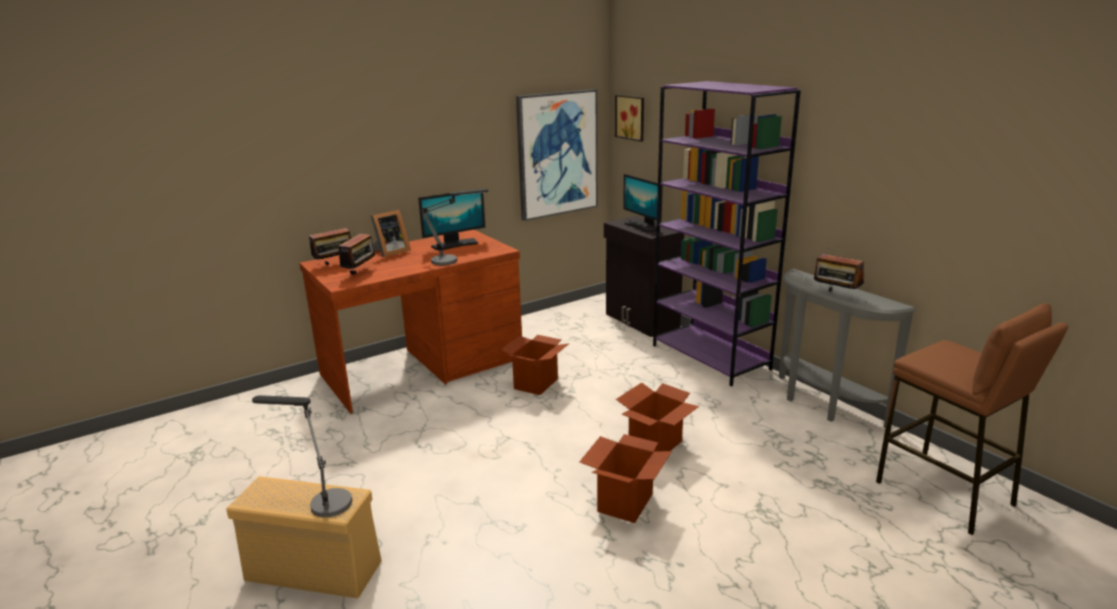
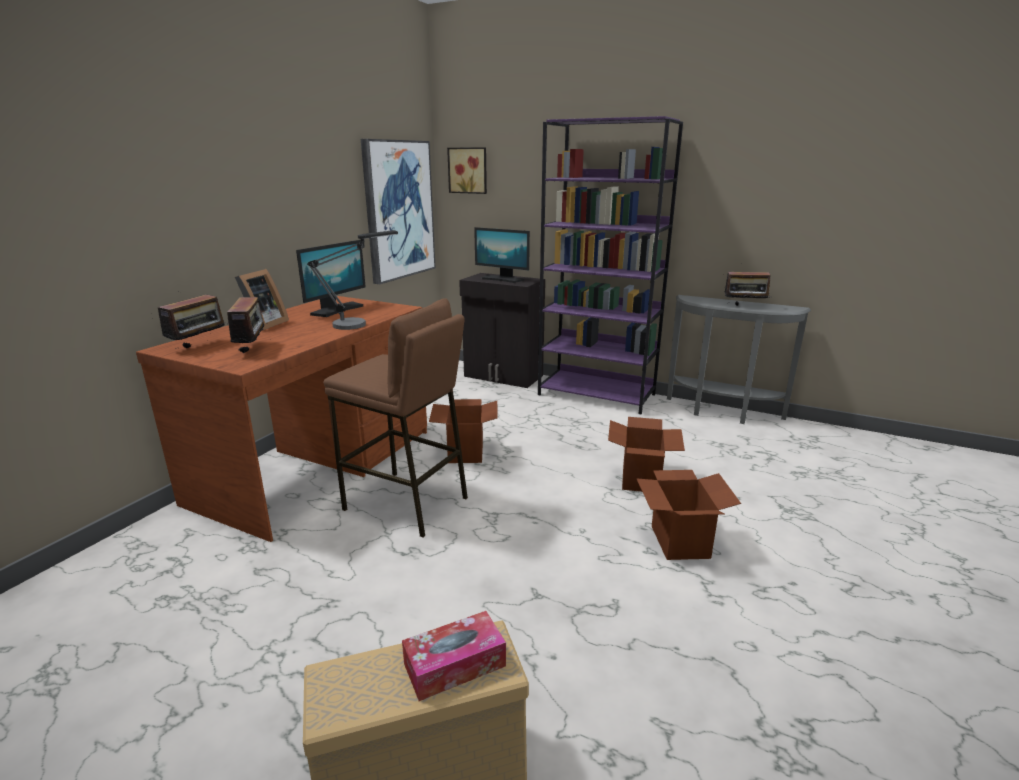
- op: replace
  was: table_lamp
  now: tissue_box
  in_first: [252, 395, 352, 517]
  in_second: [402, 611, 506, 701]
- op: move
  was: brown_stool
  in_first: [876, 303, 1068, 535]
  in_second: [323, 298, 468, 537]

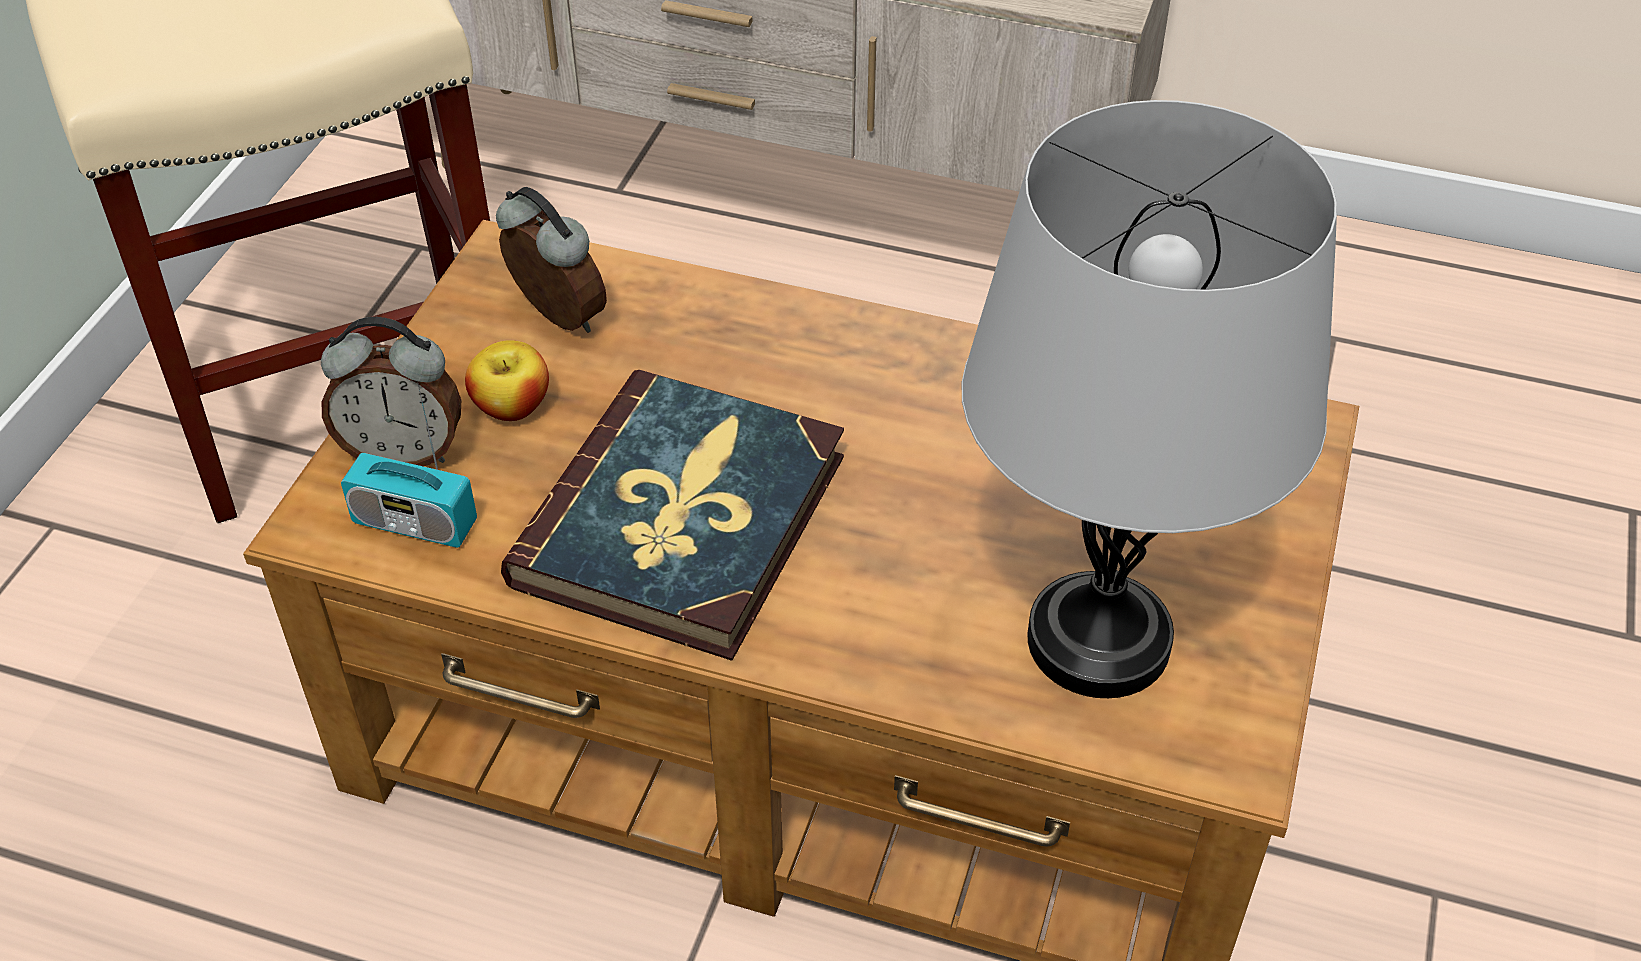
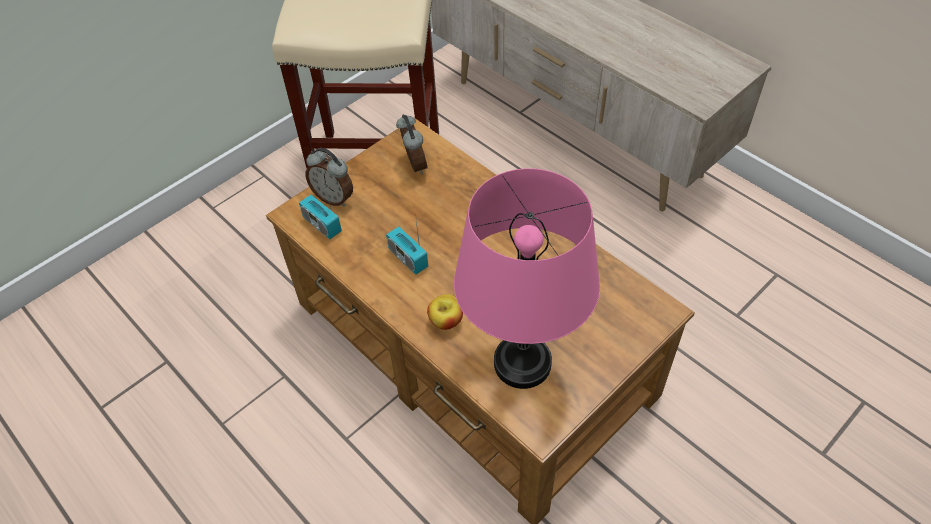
- op: move
  was: apple
  in_first: [465, 340, 549, 421]
  in_second: [427, 294, 463, 330]
- op: replace
  was: bound_book
  now: radio_receiver
  in_first: [501, 370, 844, 661]
  in_second: [386, 213, 428, 275]
- op: recolor
  was: grey_table_lamp
  now: pinkish_table_lamp
  in_first: [962, 100, 1337, 698]
  in_second: [454, 168, 600, 389]

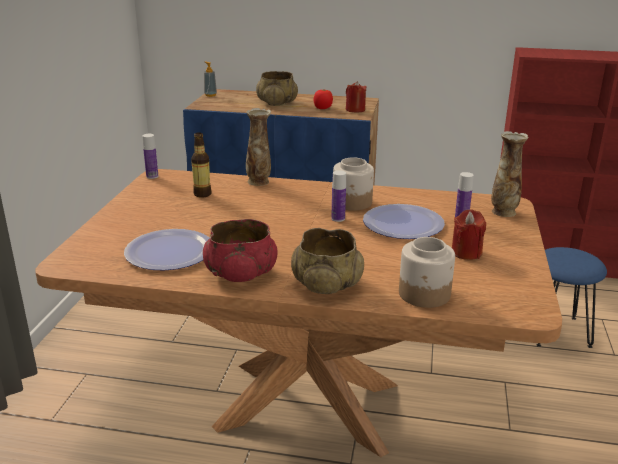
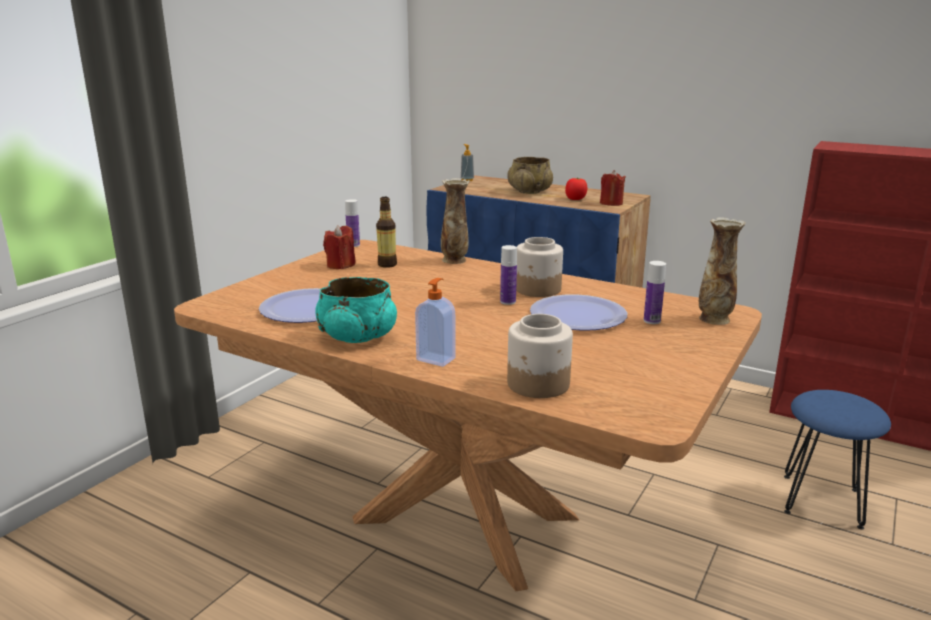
- op: recolor
  was: red_bowl
  now: turquoise_bowl
  in_first: [203, 219, 278, 282]
  in_second: [315, 277, 397, 343]
- op: replace
  was: beige-coloured_bowl
  now: liquid_soap_bottle
  in_first: [291, 228, 364, 294]
  in_second: [415, 278, 456, 367]
- op: move
  was: red_candle
  in_first: [452, 209, 486, 260]
  in_second: [323, 225, 356, 269]

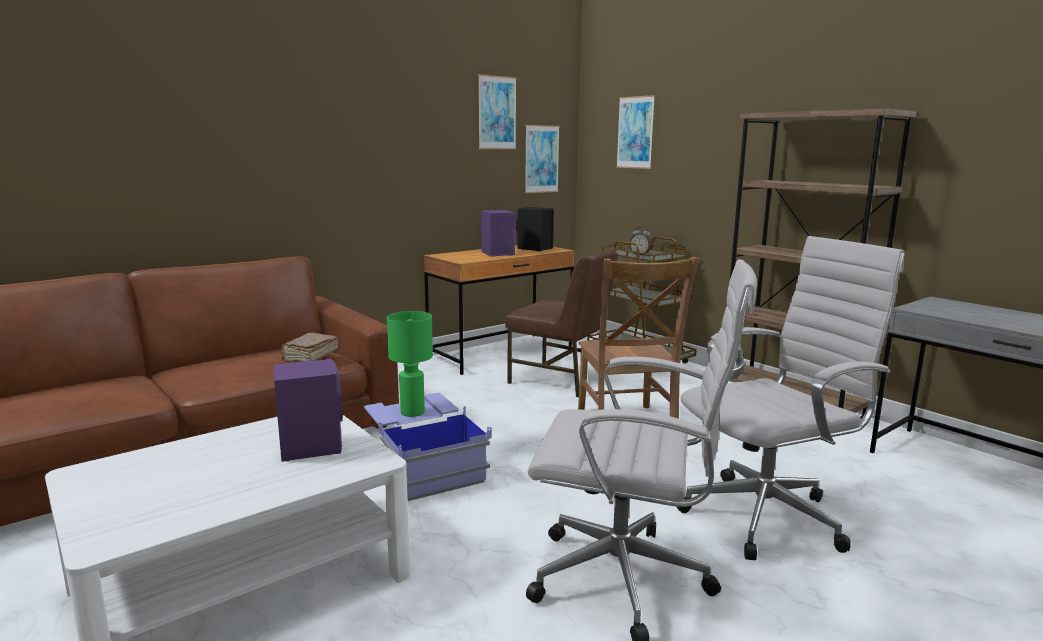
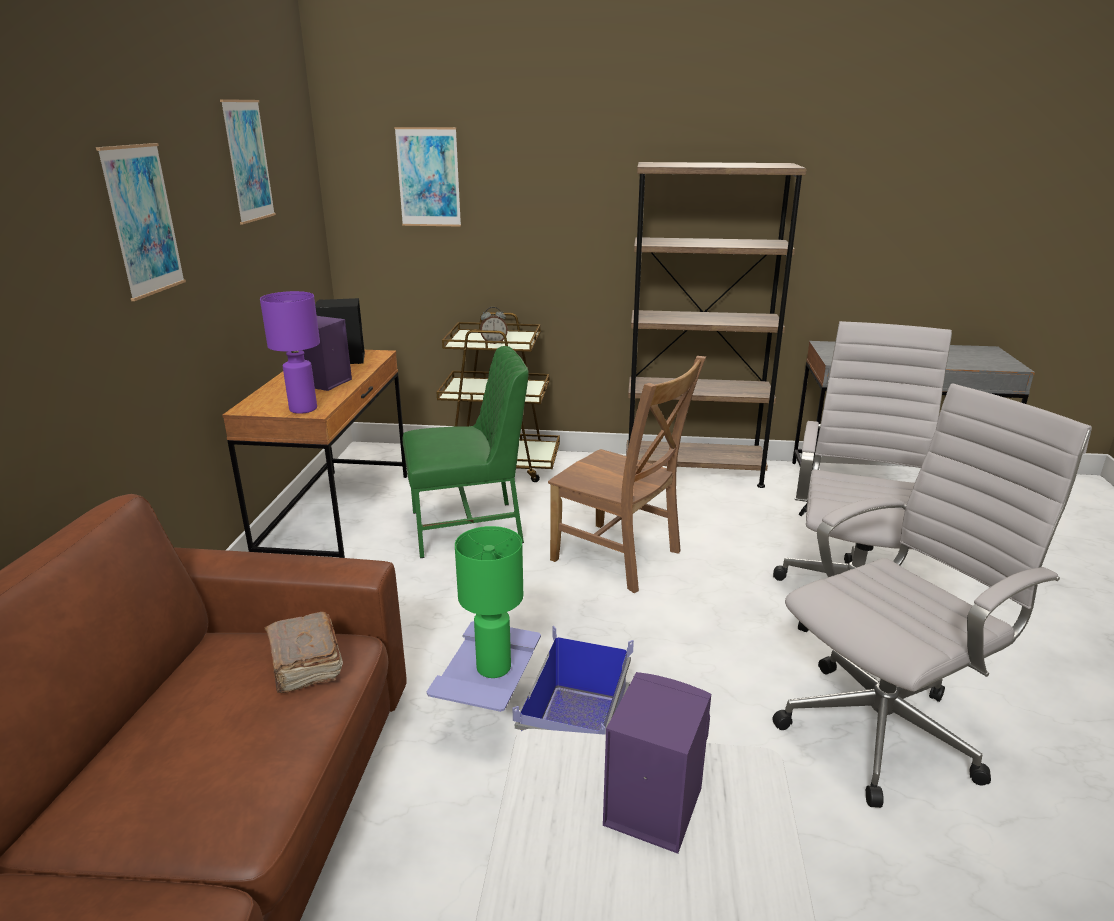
- op: recolor
  was: brown_plain_chair
  now: green_plain_chair
  in_first: [505, 247, 617, 397]
  in_second: [403, 346, 529, 558]
- op: move
  was: picture
  in_first: [525, 125, 560, 193]
  in_second: [96, 143, 186, 301]
- op: insert
  now: purplish_table_lamp
  in_second: [260, 291, 320, 414]

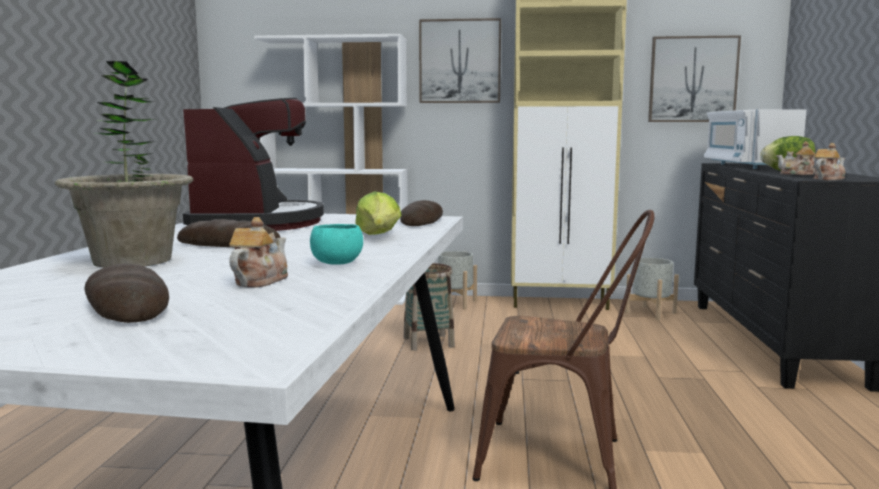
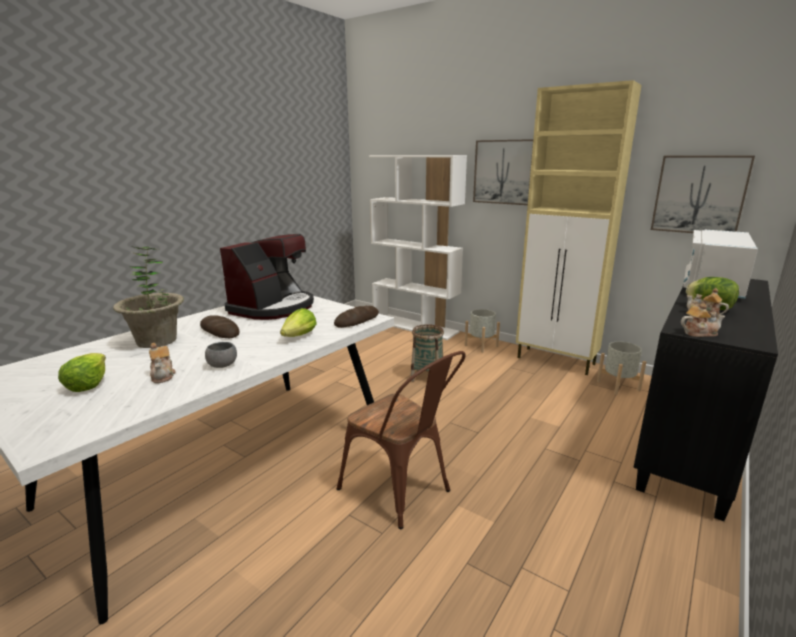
- op: replace
  was: bakery_bread
  now: lettuce
  in_first: [84, 263, 169, 323]
  in_second: [58, 353, 106, 392]
- op: rotate
  was: teapot
  in_first: [229, 217, 288, 288]
  in_second: [149, 343, 176, 383]
  clockwise: 105
- op: recolor
  was: turquoise_bowl
  now: grey_bowl
  in_first: [310, 224, 363, 265]
  in_second: [205, 342, 237, 368]

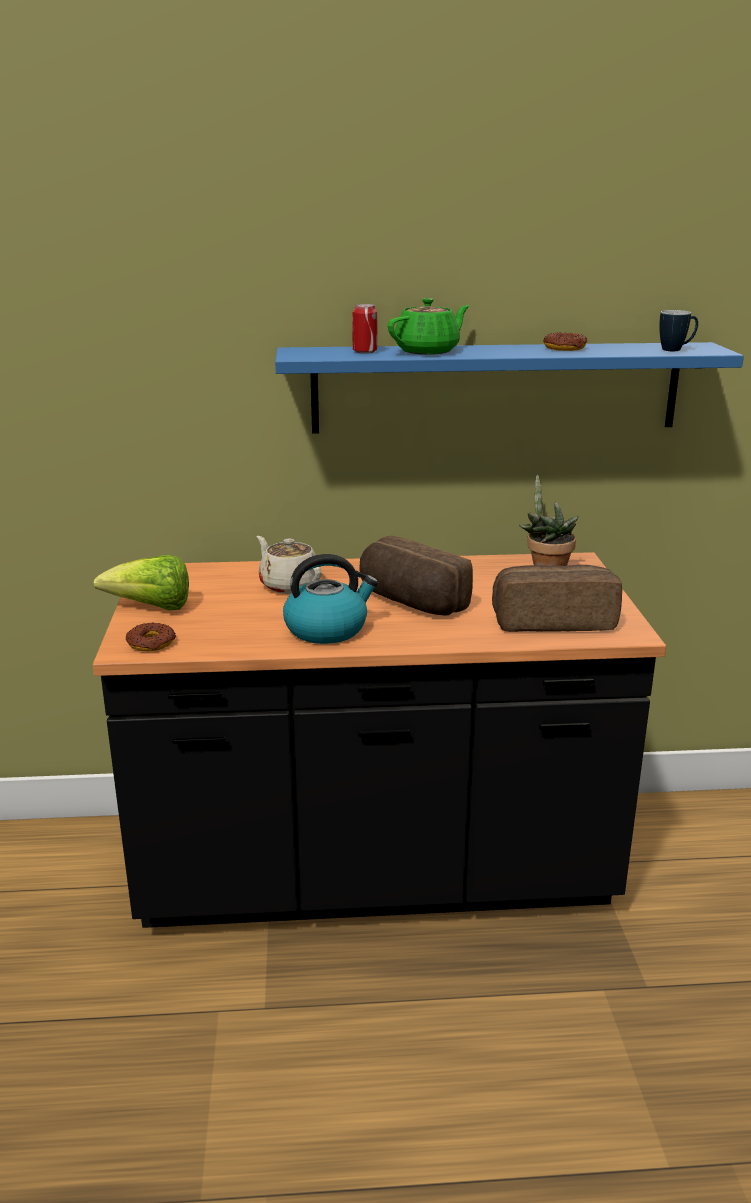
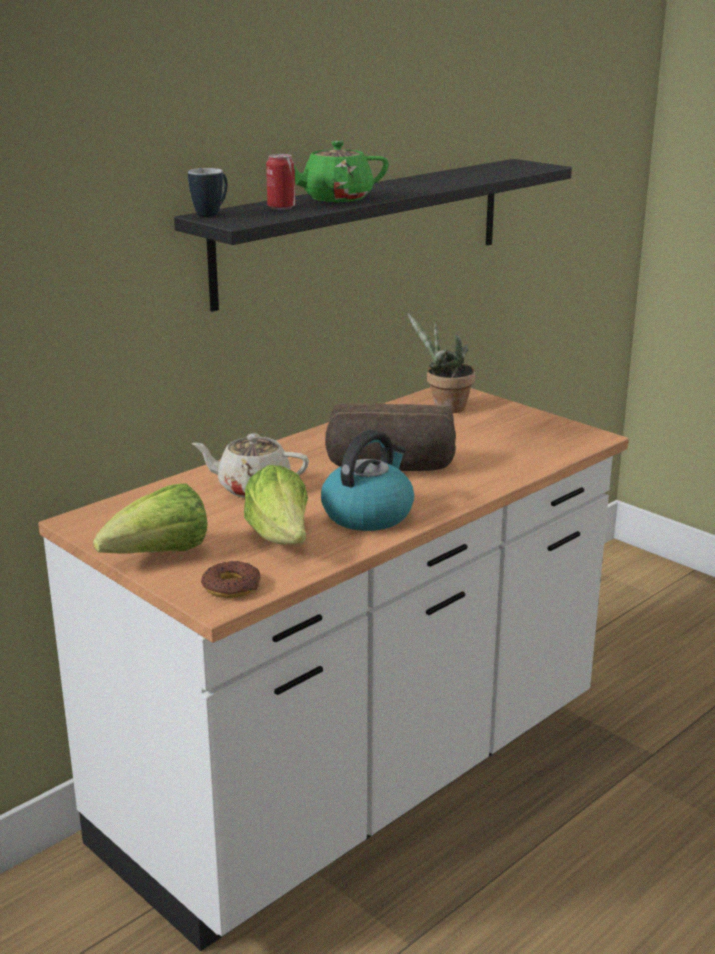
- op: recolor
  was: blackish_kitchen_counter
  now: whitish_kitchen_counter
  in_first: [93, 552, 666, 928]
  in_second: [38, 387, 629, 951]
- op: recolor
  was: bluish_bracket_shelf
  now: blackish_bracket_shelf
  in_first: [275, 342, 744, 434]
  in_second: [174, 159, 572, 312]
- op: rotate
  was: green_teapot
  in_first: [388, 298, 469, 355]
  in_second: [294, 141, 389, 202]
  clockwise: -120
- op: delete
  was: bakery_bread
  in_first: [492, 565, 622, 632]
- op: delete
  was: donut
  in_first: [543, 332, 587, 351]
- op: move
  was: coffee_mug
  in_first: [659, 310, 698, 351]
  in_second: [188, 168, 228, 217]
- op: insert
  now: lettuce
  in_second: [244, 465, 308, 545]

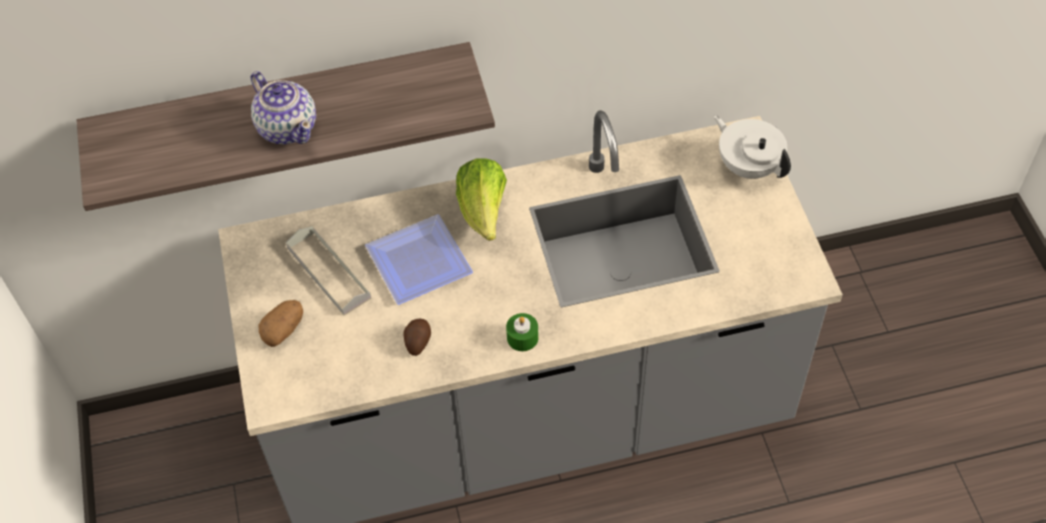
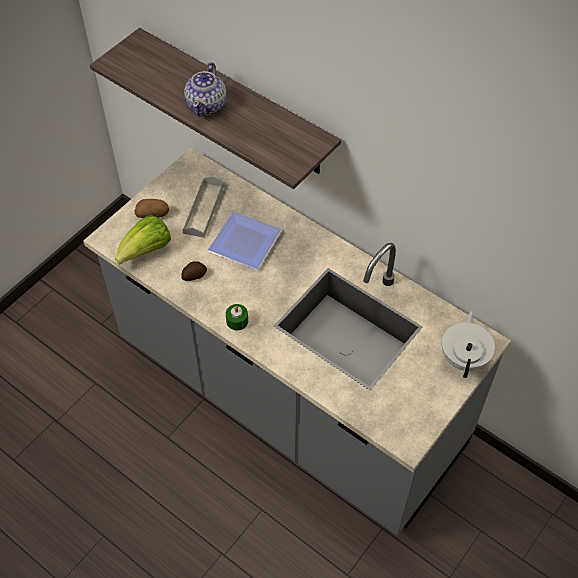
- op: move
  was: lettuce
  in_first: [456, 159, 507, 241]
  in_second: [115, 215, 171, 265]

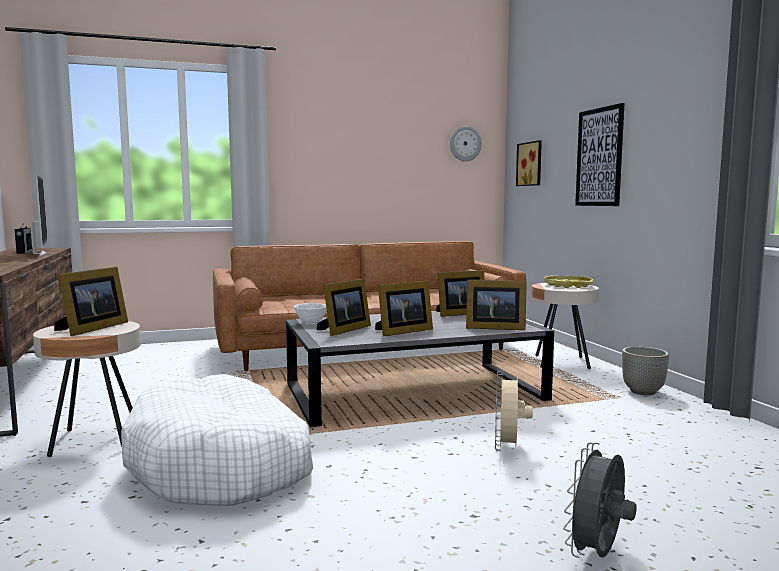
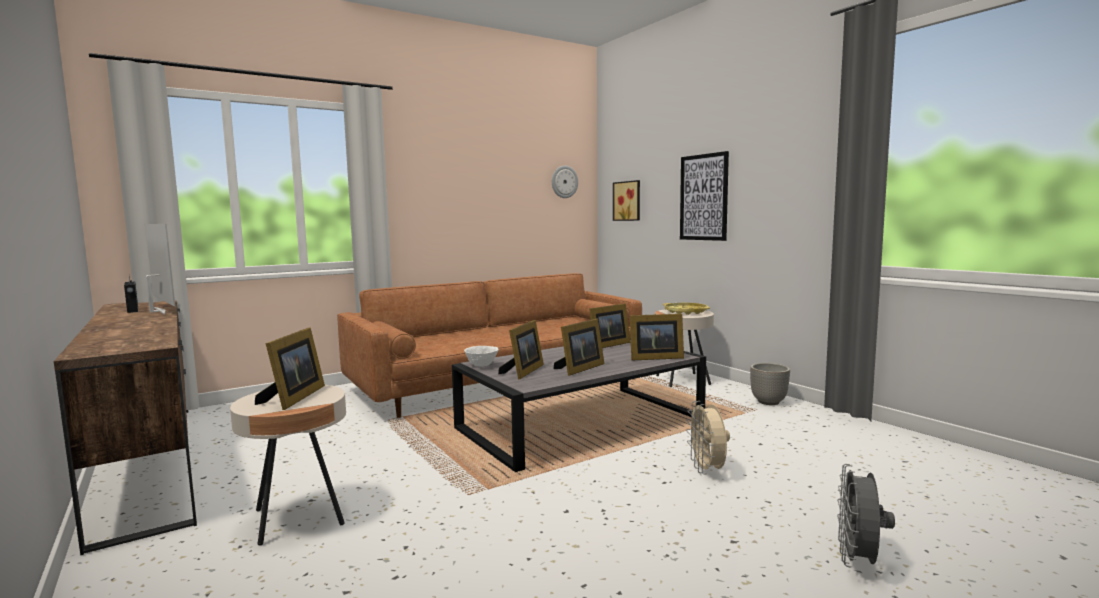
- op: delete
  was: whitish_dog_bed
  in_first: [121, 374, 313, 506]

